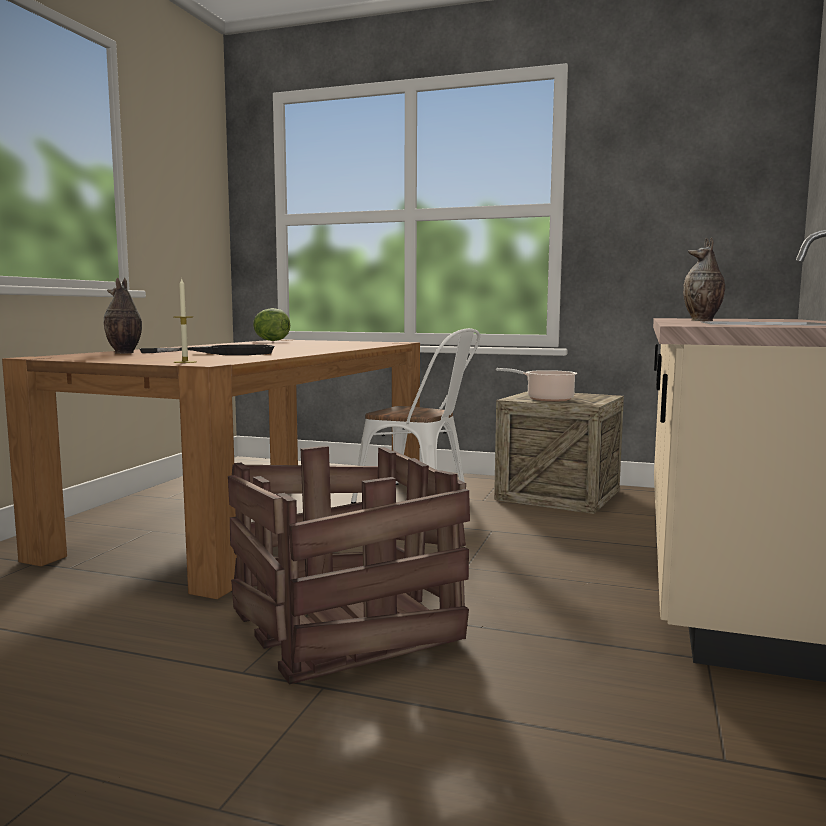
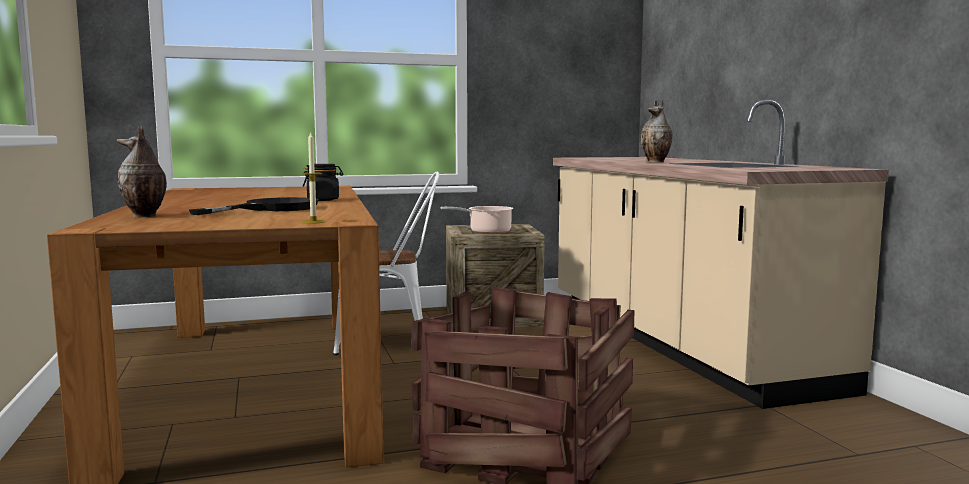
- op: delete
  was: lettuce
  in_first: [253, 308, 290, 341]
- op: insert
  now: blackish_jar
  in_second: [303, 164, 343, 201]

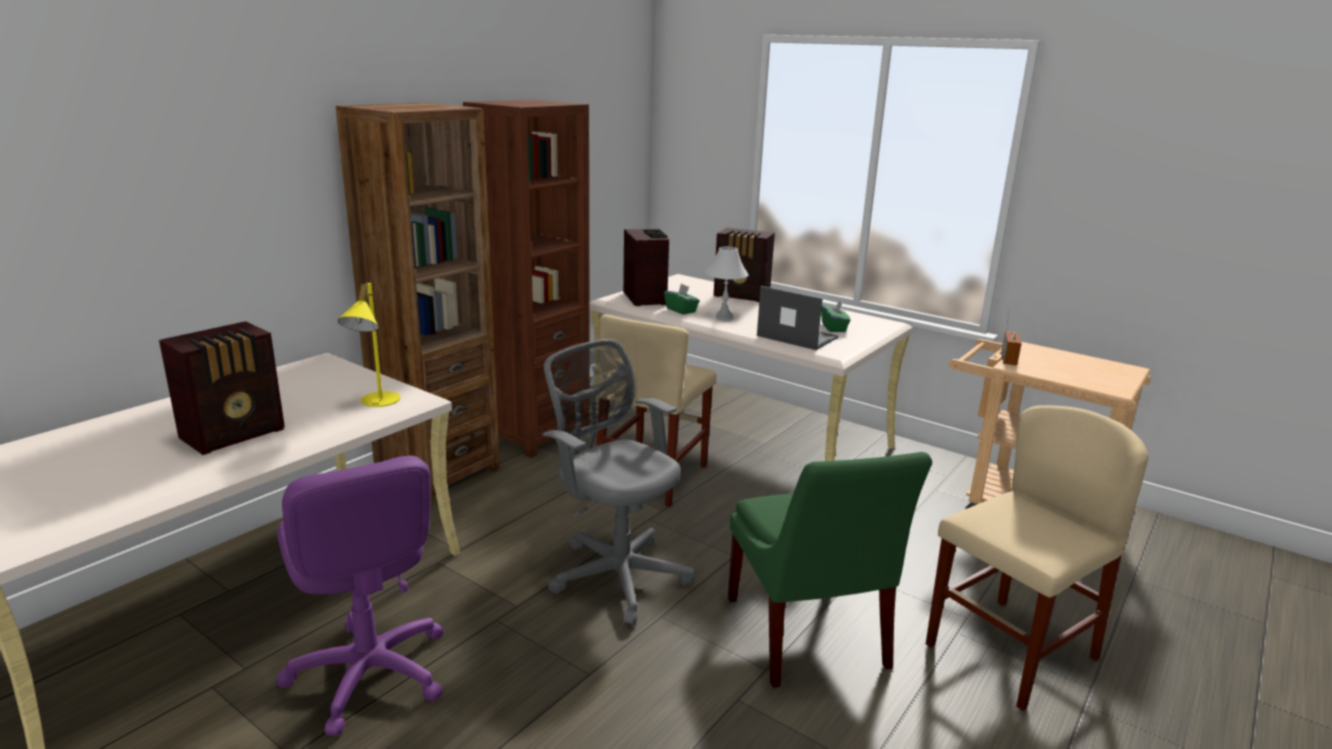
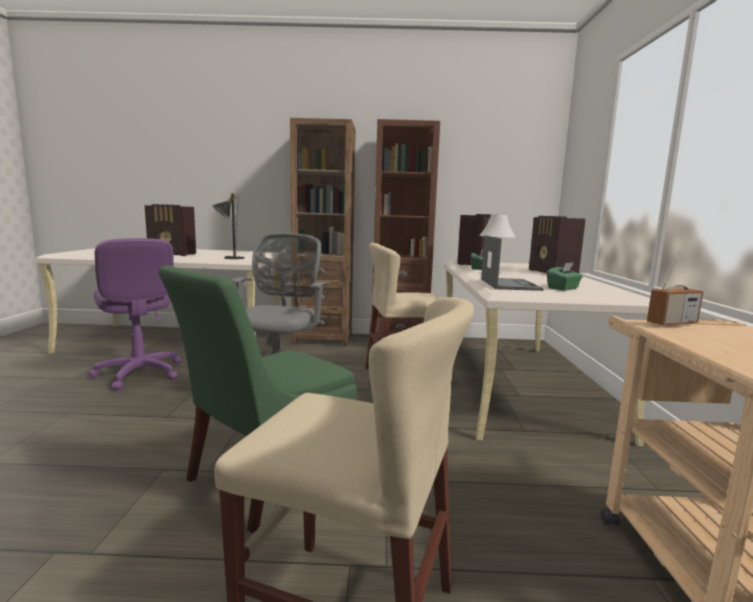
- op: rotate
  was: purplish_desk_chair
  in_first: [276, 455, 444, 736]
  in_second: [88, 238, 182, 390]
  clockwise: -60
- op: recolor
  was: yellow_table_lamp
  now: blackish_table_lamp
  in_first: [337, 282, 401, 407]
  in_second: [212, 193, 245, 259]

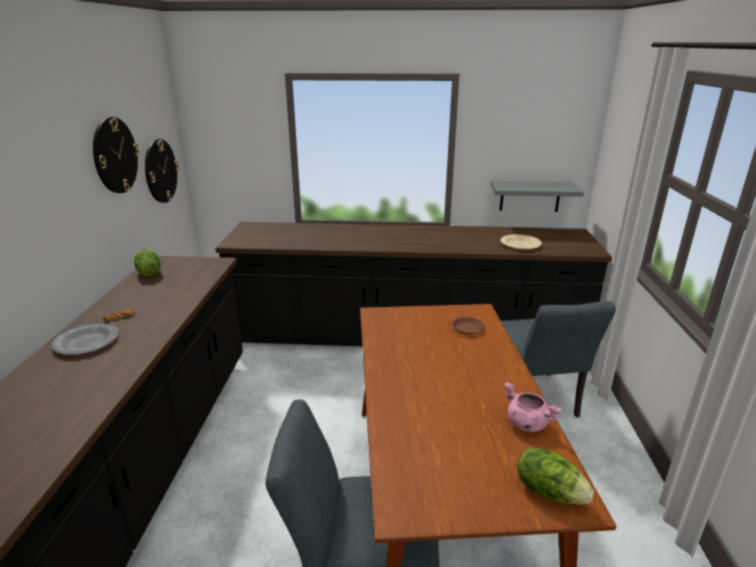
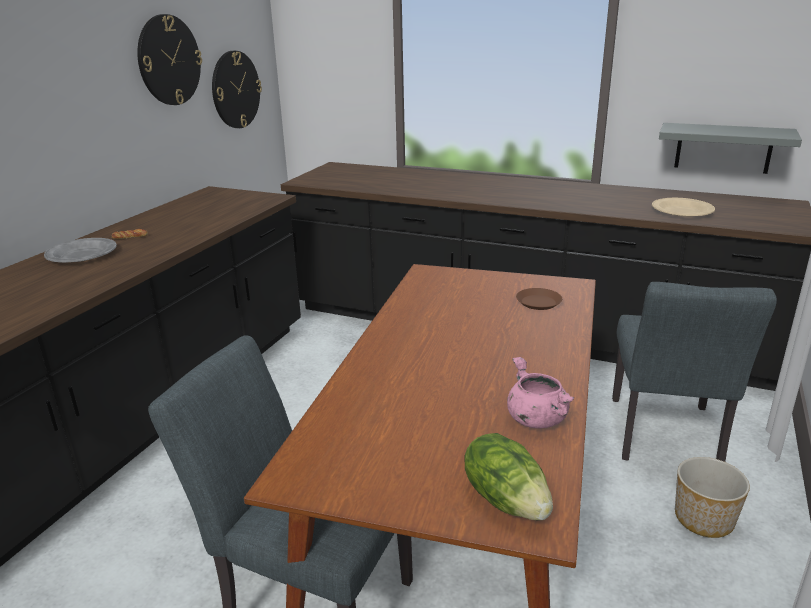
- op: delete
  was: lettuce
  in_first: [134, 249, 161, 276]
- op: insert
  now: plant_pot
  in_second: [675, 457, 750, 538]

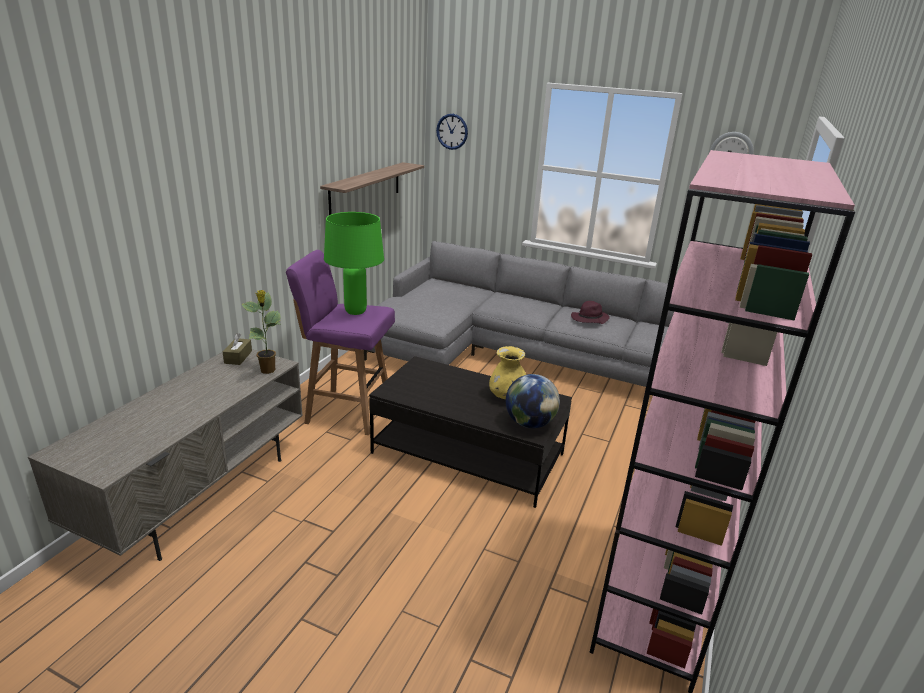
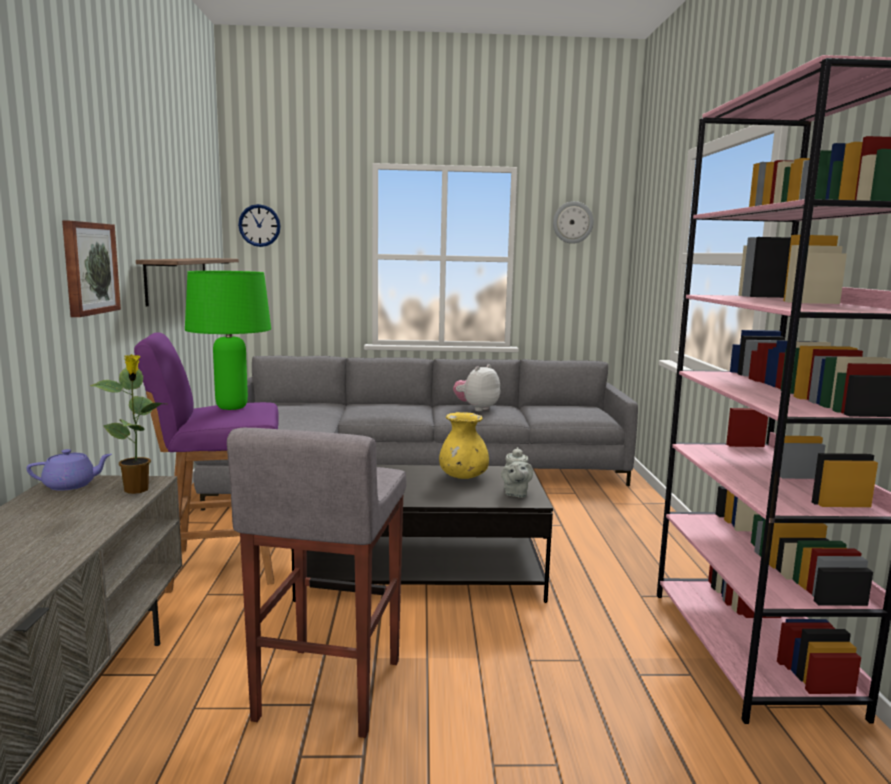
- op: replace
  was: brown_tissue_box
  now: purplish_teapot
  in_first: [223, 333, 252, 365]
  in_second: [27, 449, 112, 491]
- op: replace
  was: globe
  now: grey_teapot
  in_first: [506, 374, 560, 428]
  in_second: [501, 447, 533, 498]
- op: replace
  was: purplish_clothing_hat
  now: plush_toy
  in_first: [571, 301, 610, 324]
  in_second: [453, 364, 500, 411]
- op: insert
  now: picture
  in_second: [62, 220, 121, 317]
- op: insert
  now: grey_stool
  in_second: [227, 428, 406, 738]

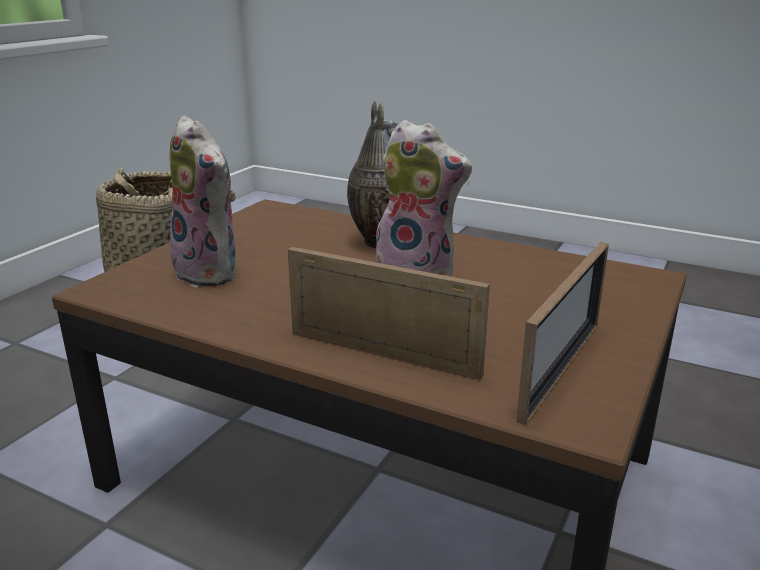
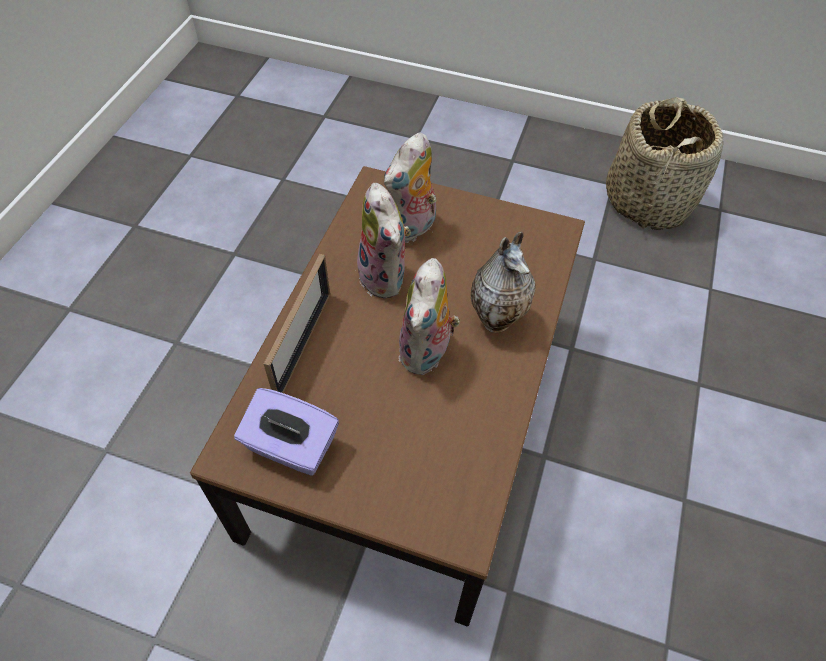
- op: replace
  was: photo_frame
  now: purplish_tissue_box
  in_first: [516, 242, 609, 425]
  in_second: [234, 388, 339, 476]
- op: insert
  now: plush_toy
  in_second: [357, 183, 411, 299]

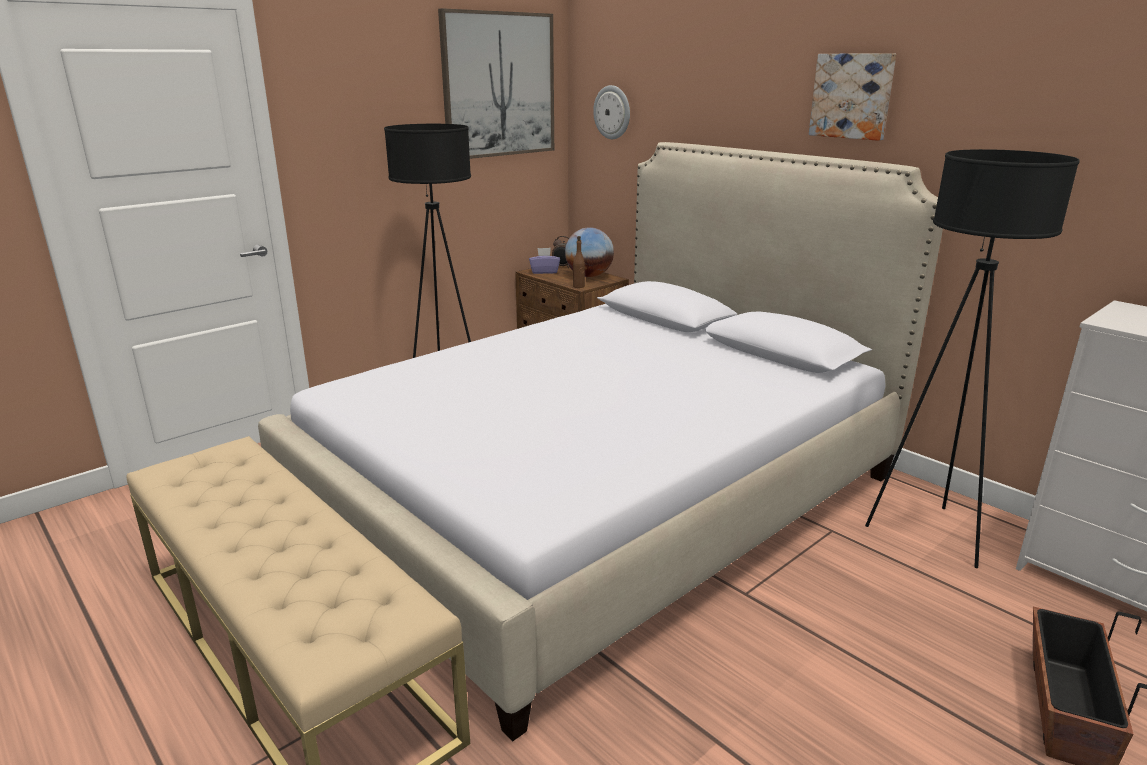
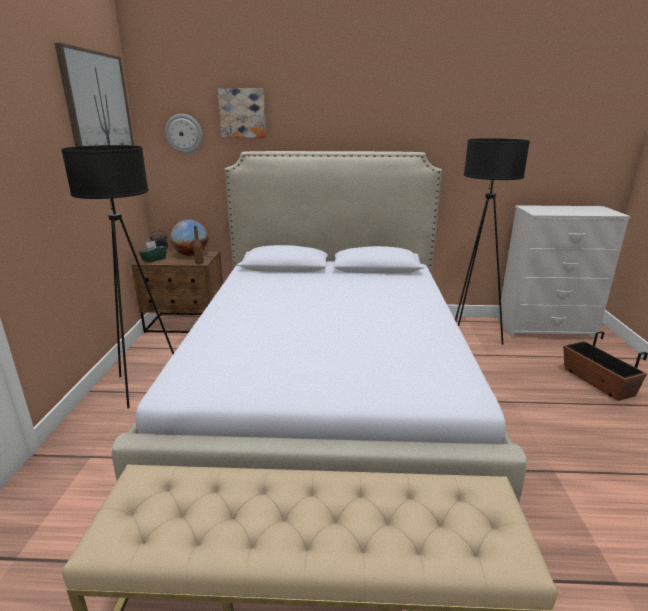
- op: recolor
  was: purplish_tissue_box
  now: green_tissue_box
  in_first: [529, 248, 560, 274]
  in_second: [139, 241, 167, 263]
- op: move
  was: picture
  in_first: [809, 53, 896, 141]
  in_second: [218, 89, 266, 138]

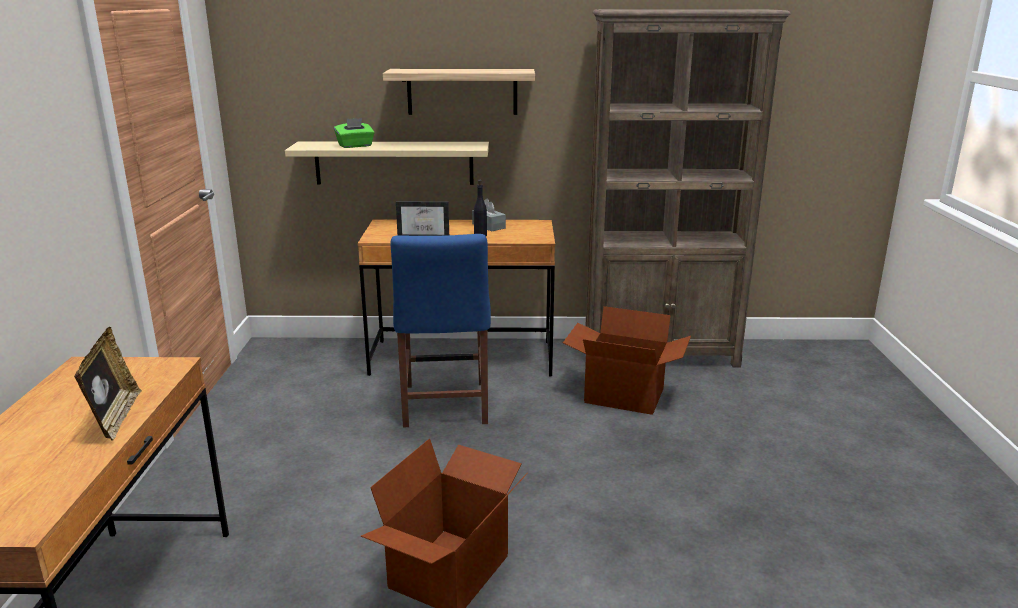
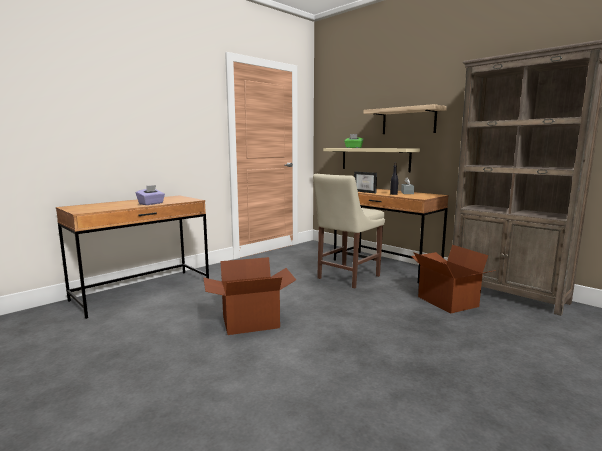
- op: replace
  was: photo_frame
  now: purplish_tissue_box
  in_first: [74, 327, 142, 441]
  in_second: [136, 185, 165, 205]
- op: recolor
  was: bluish_plain_chair
  now: beige-coloured_plain_chair
  in_first: [390, 234, 491, 427]
  in_second: [313, 174, 385, 289]

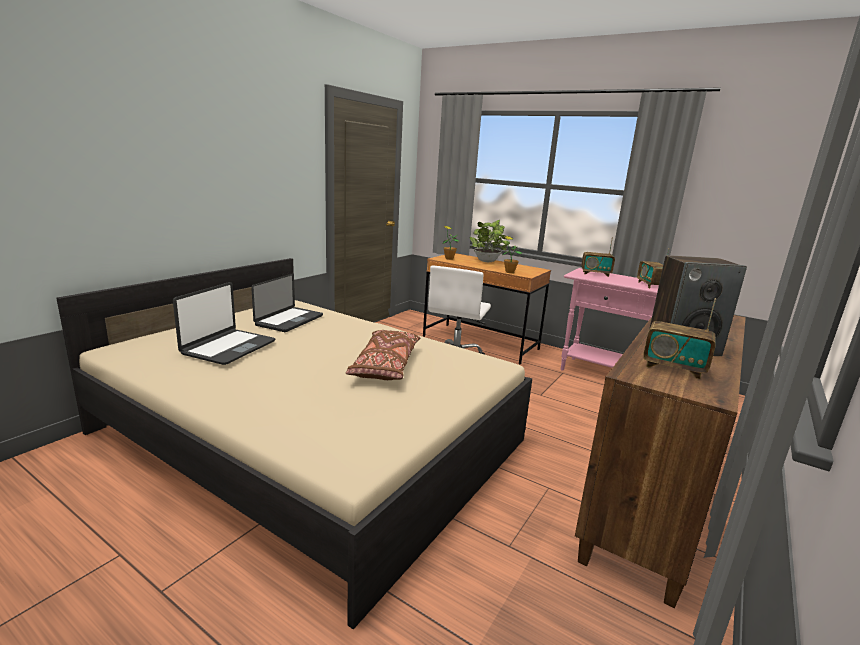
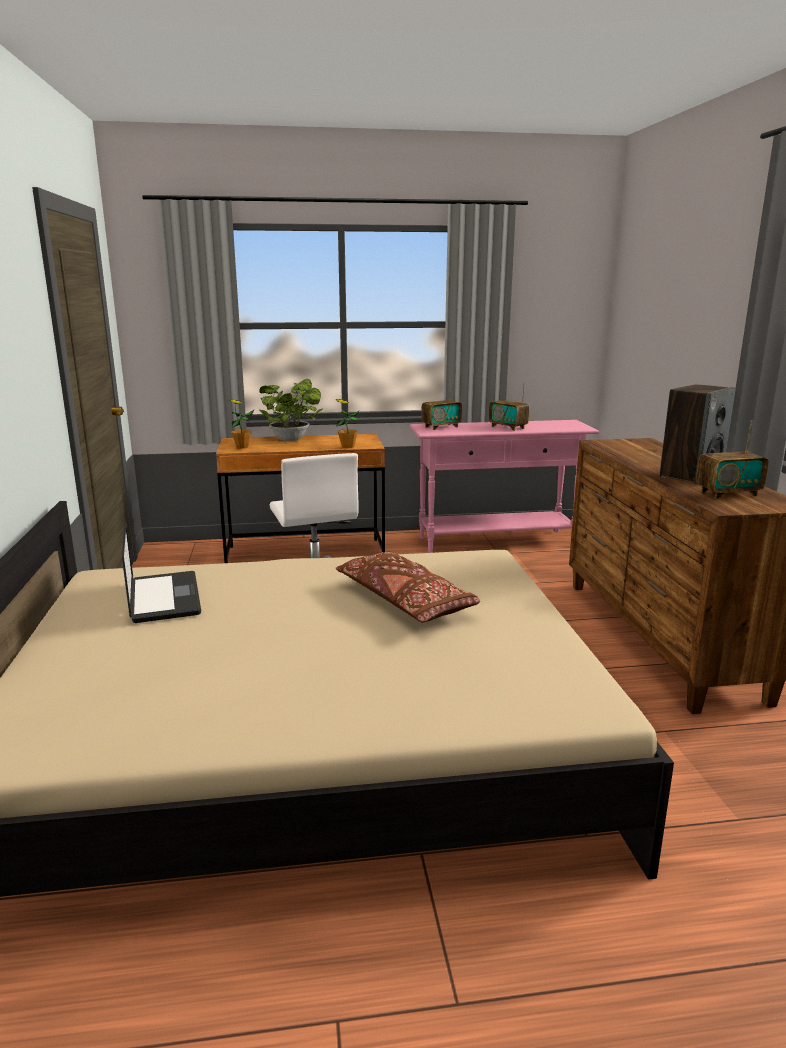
- op: delete
  was: portable_computer
  in_first: [173, 282, 275, 365]

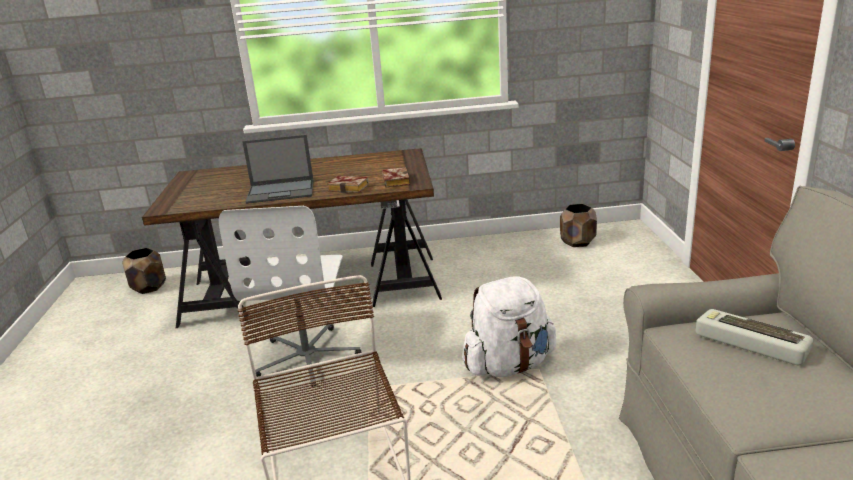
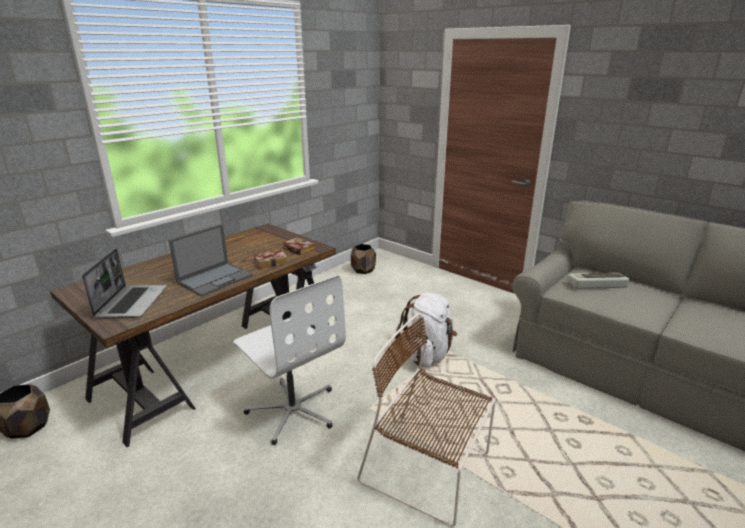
- op: insert
  now: portable_computer
  in_second: [82, 249, 167, 319]

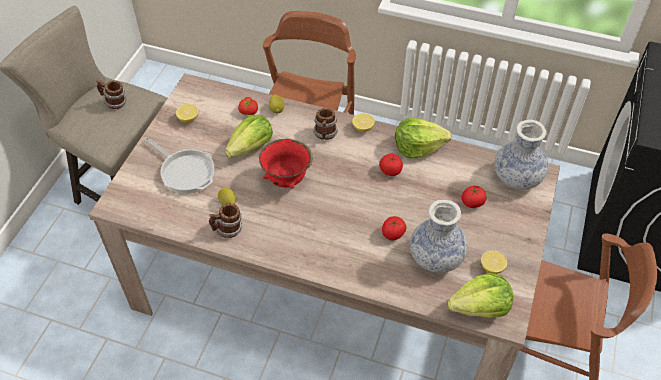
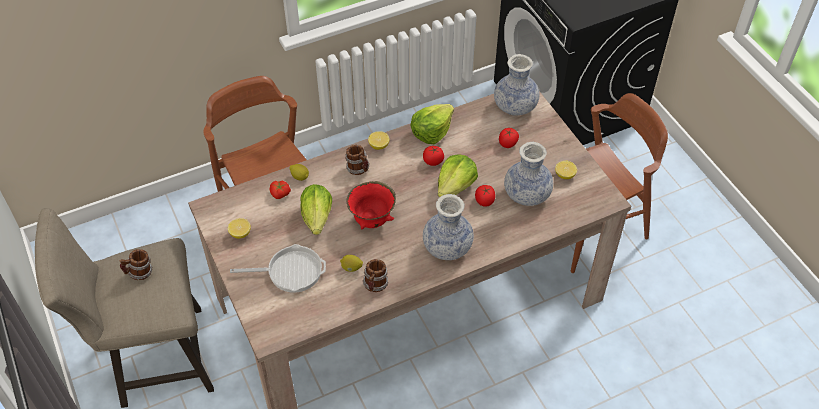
- op: move
  was: lettuce
  in_first: [448, 273, 513, 318]
  in_second: [438, 154, 478, 197]
- op: insert
  now: vase
  in_second: [423, 194, 474, 260]

